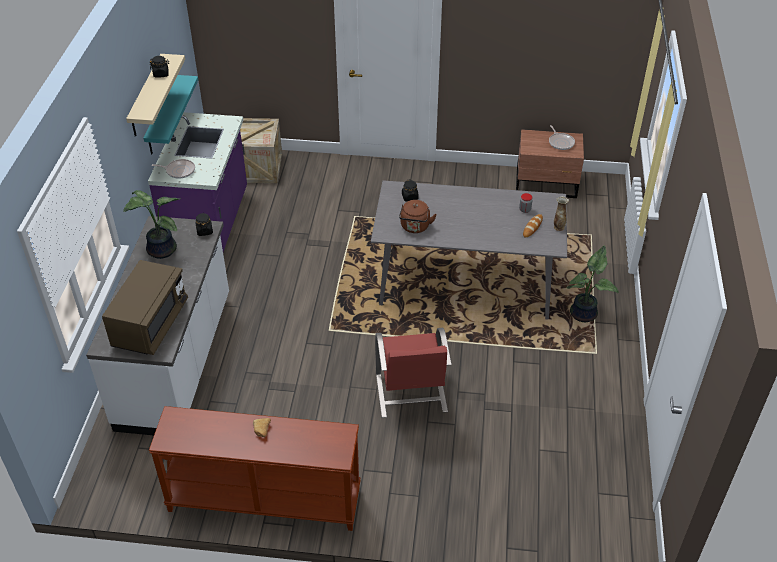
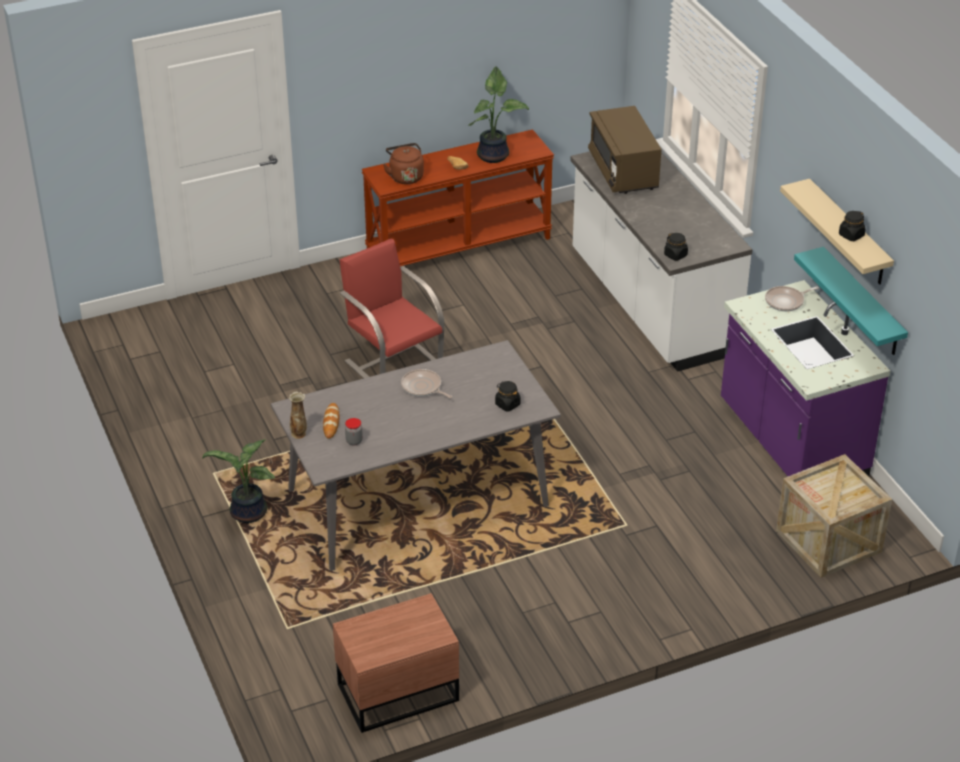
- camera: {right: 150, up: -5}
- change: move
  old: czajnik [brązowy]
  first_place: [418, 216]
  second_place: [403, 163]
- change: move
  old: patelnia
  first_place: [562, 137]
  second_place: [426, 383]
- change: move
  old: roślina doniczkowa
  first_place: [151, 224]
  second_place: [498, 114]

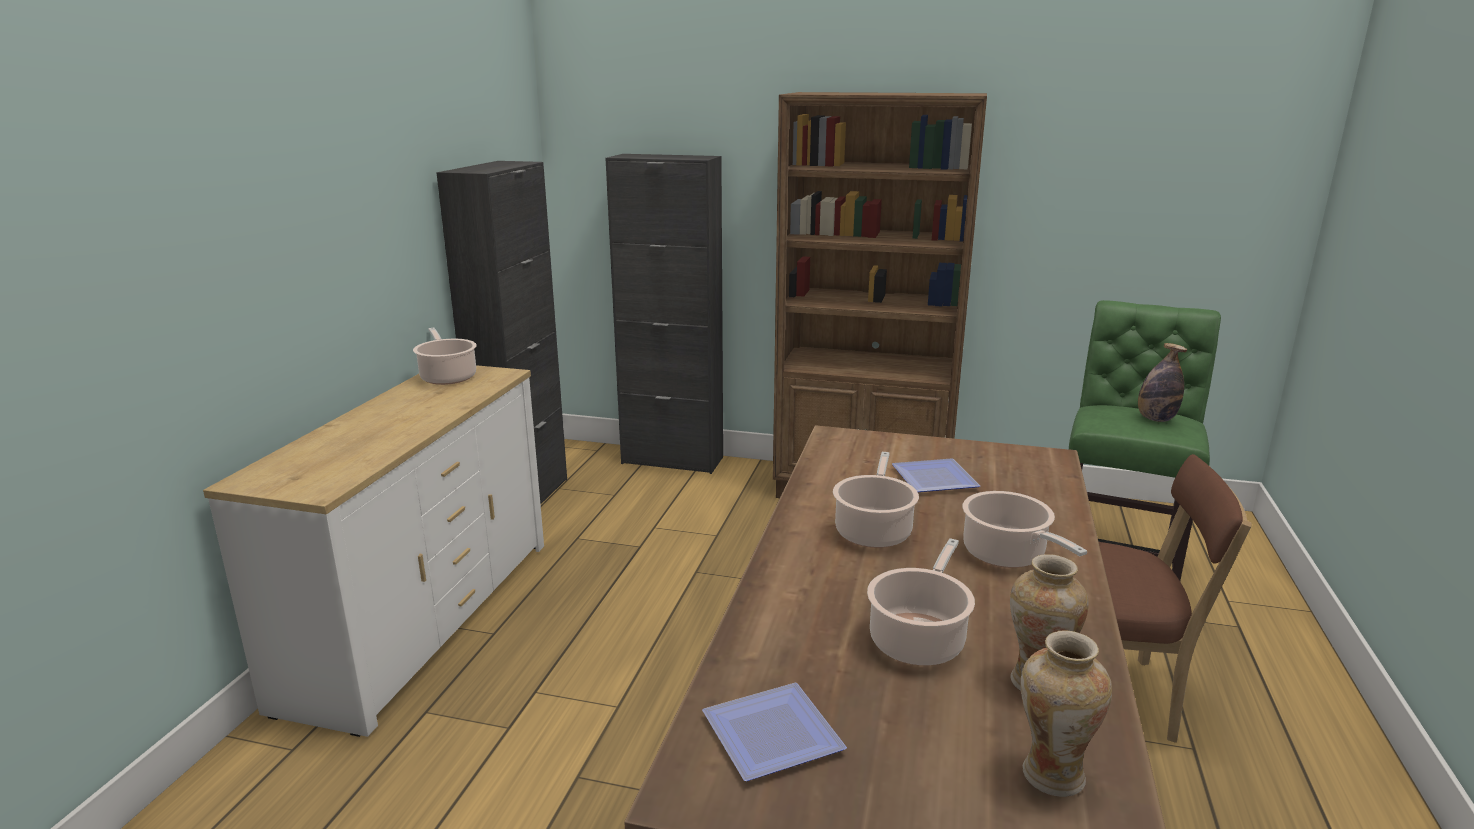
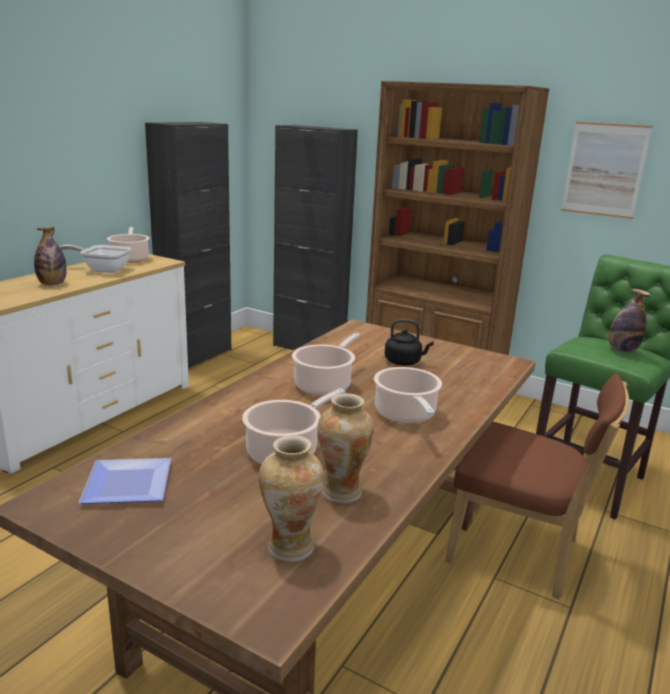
- camera: {right: 15, up: 0}
- change: insert
  new: butelka
  second_place: [50, 256]
- change: insert
  new: patelnia
  second_place: [95, 259]
- change: replace
  old: talerz
  new: czajnik [czarny]
  first_place: [936, 475]
  second_place: [409, 342]
- change: insert
  new: obraz
  second_place: [606, 170]

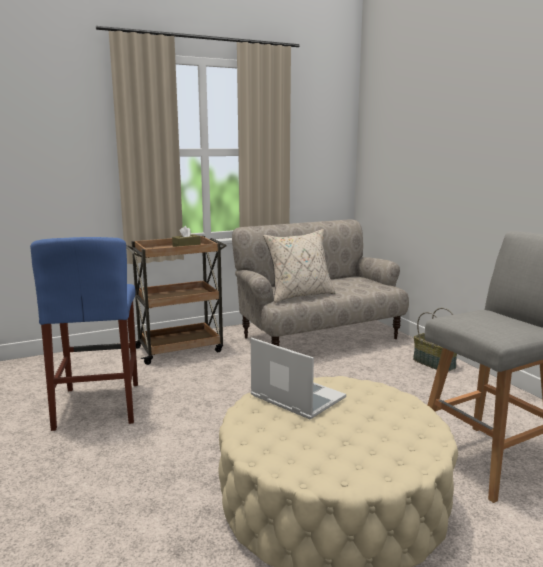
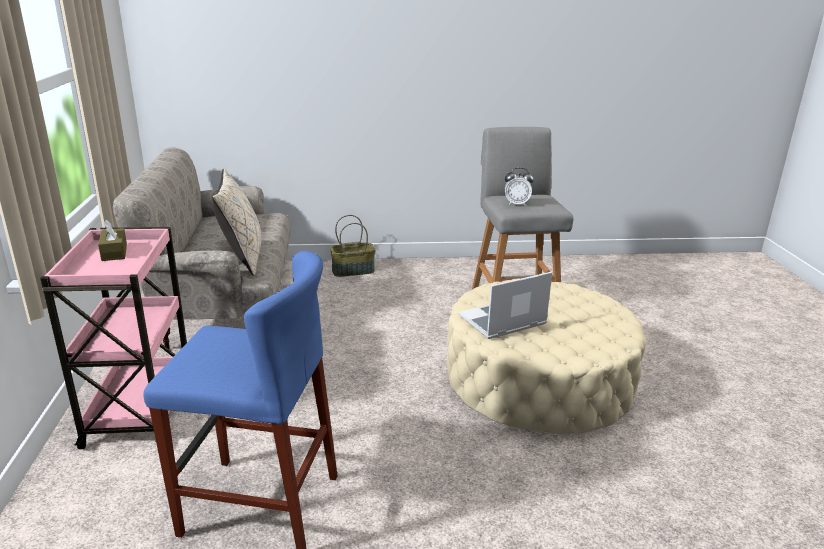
- camera: {right: -70, up: 10}
- change: recolor
  old: wózek [brązowy]
  new: wózek [różowy]
  first_place: [176, 300]
  second_place: [113, 338]
- change: insert
  new: budzik
  second_place: [519, 187]

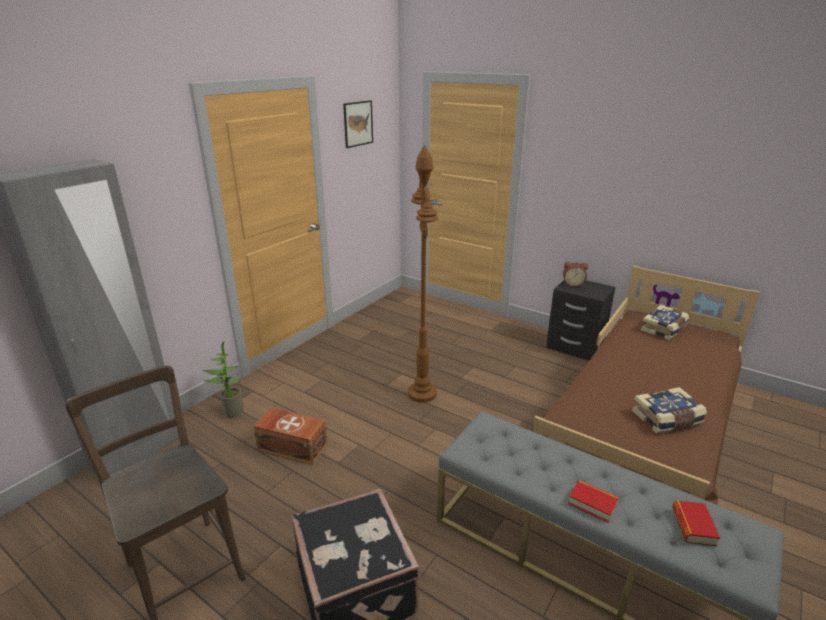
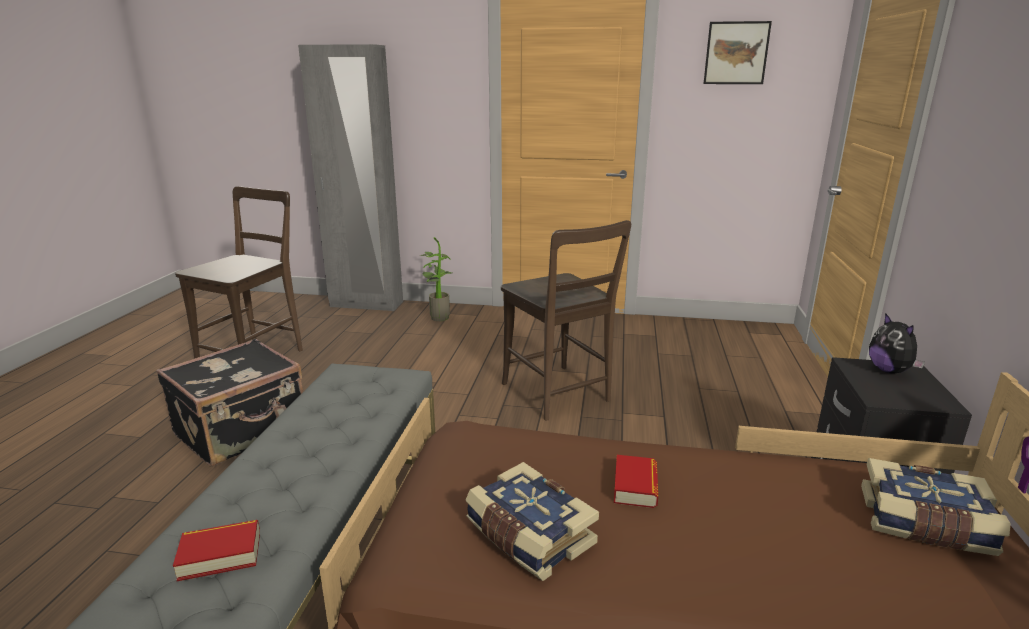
- camera: {right: 65, up: -5}
- change: replace
  old: lampa stojąca [brązowy]
  new: krzesło [brązowy]
  first_place: [423, 274]
  second_place: [566, 320]
- change: move
  old: książka
  first_place: [593, 501]
  second_place: [636, 481]
- change: replace
  old: budzik
  new: pluszak
  first_place: [575, 274]
  second_place: [897, 343]
- change: delete
  old: pojemnik do przechowywania [brązowy]
  first_place: [290, 436]

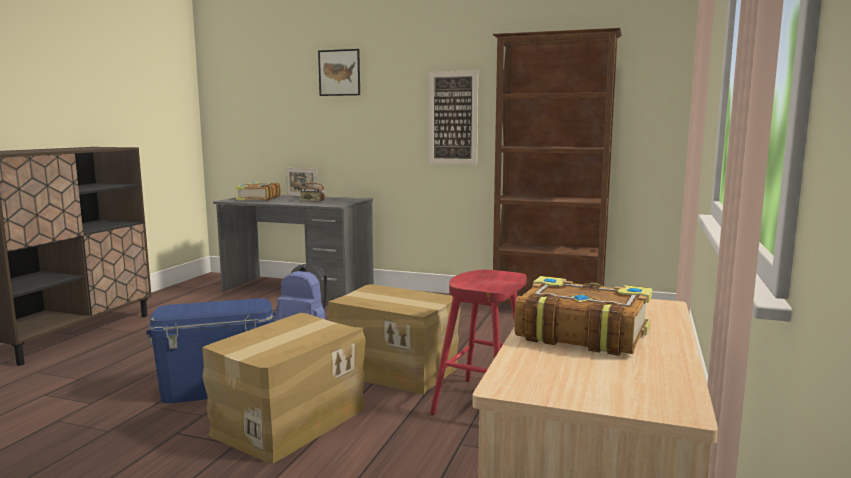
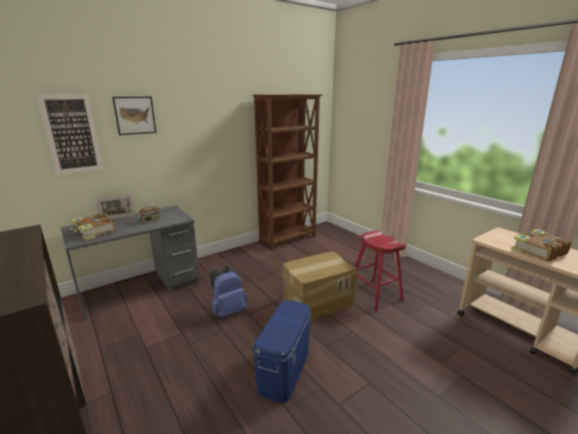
- camera: {right: -55, up: 10}
- change: move
  old: obraz
  first_place: [453, 117]
  second_place: [69, 134]
- change: delete
  old: karton
  first_place: [283, 388]

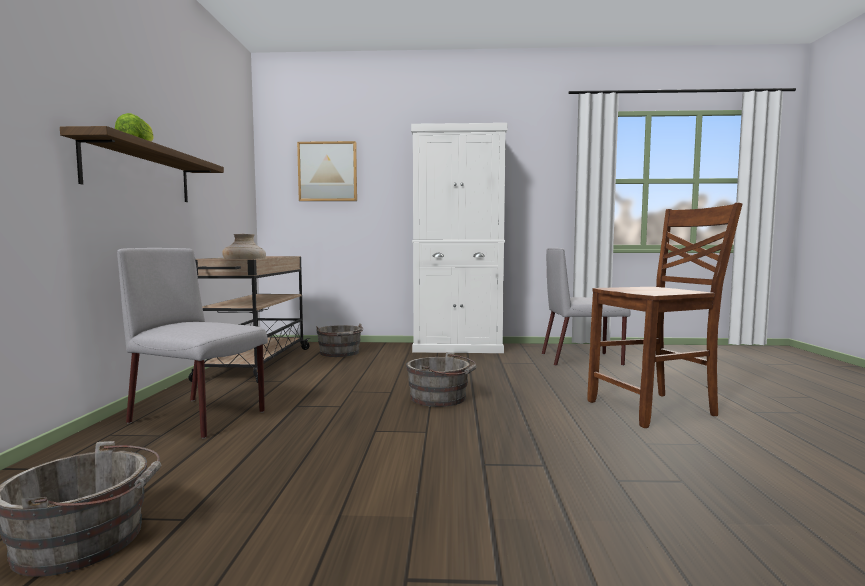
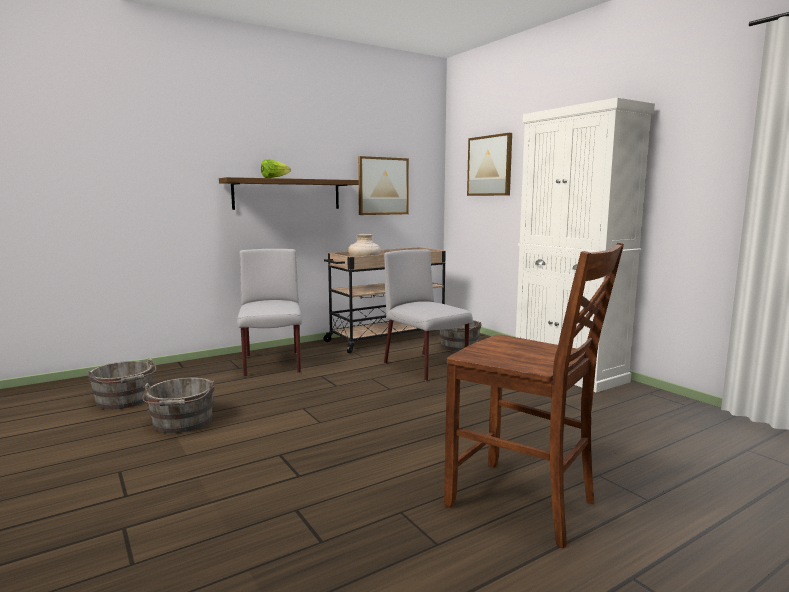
- camera: {right: 55, up: 5}
- change: move
  old: wiadro [szary]
  first_place: [441, 379]
  second_place: [178, 405]
- change: insert
  new: obraz
  second_place: [383, 185]
- change: move
  old: krzesło [szary]
  first_place: [586, 307]
  second_place: [428, 315]

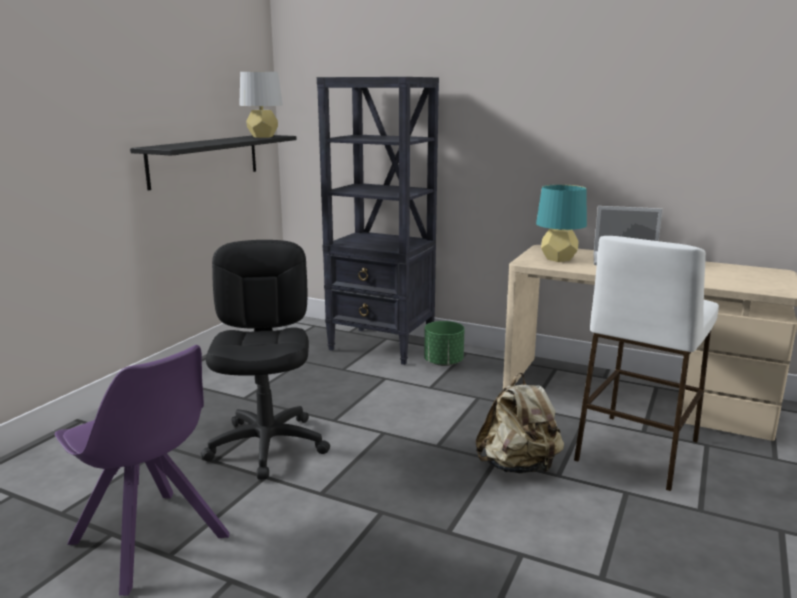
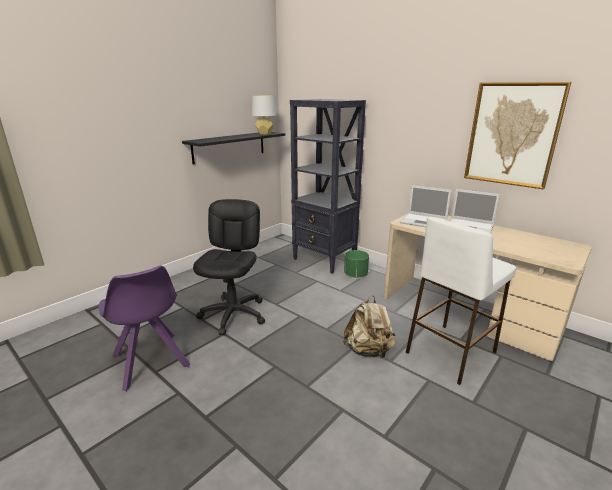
- camera: {right: 15, up: 5}
- change: replace
  old: lampa stołowa [turkusowy]
  new: laptop
  first_place: [561, 223]
  second_place: [426, 206]
- change: insert
  new: obraz
  second_place: [517, 135]

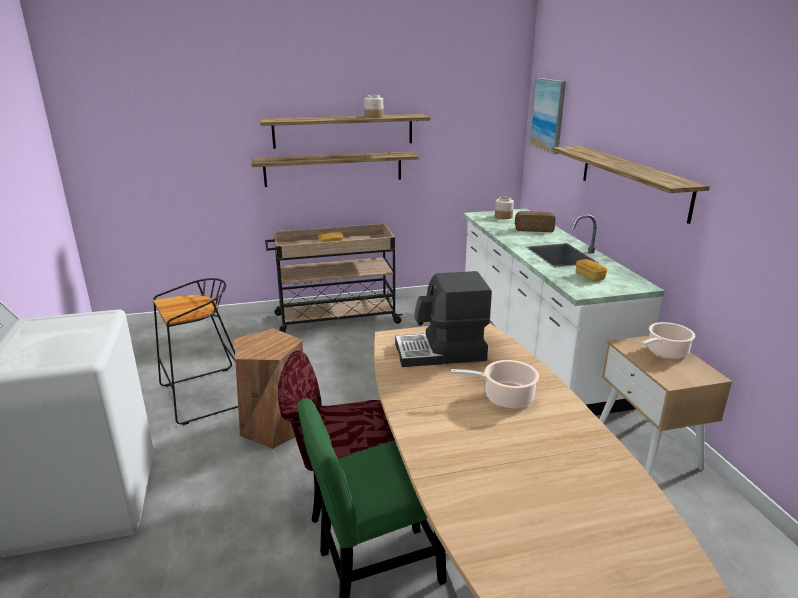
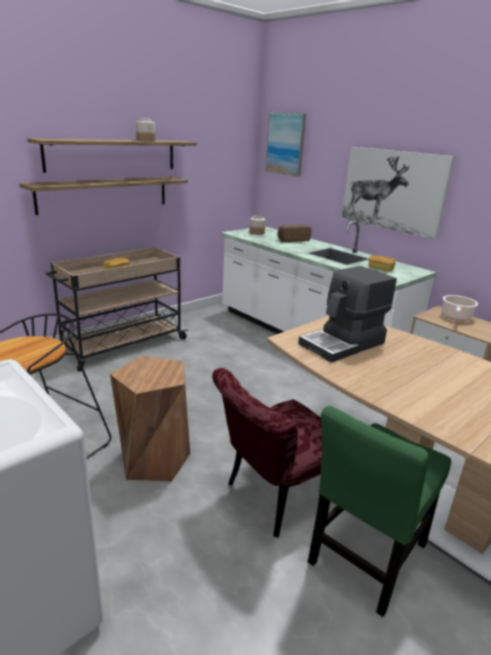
- camera: {right: -30, up: 0}
- change: replace
  old: półka
  new: obraz
  first_place: [631, 185]
  second_place: [398, 193]
- change: delete
  old: garnek
  first_place: [495, 384]

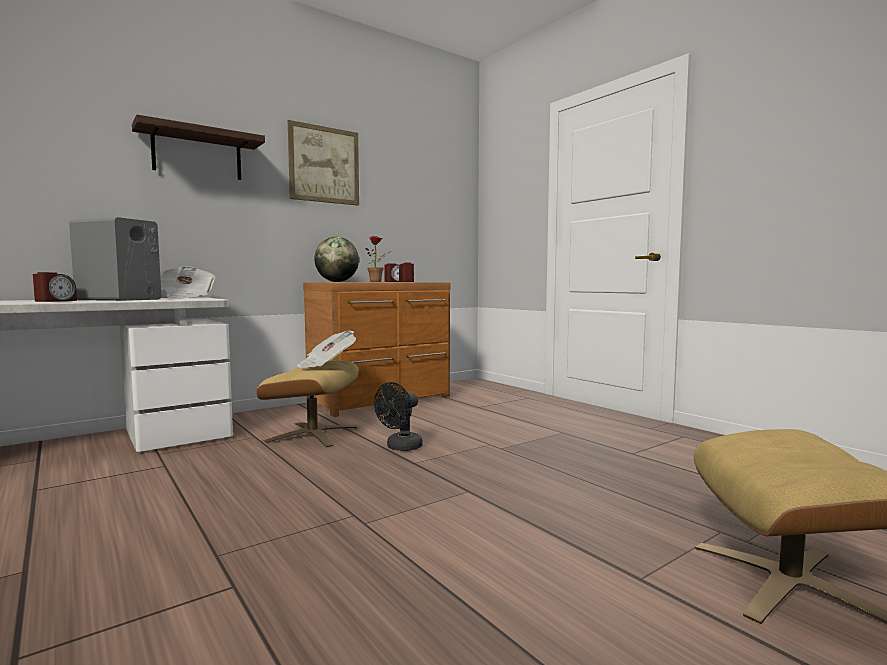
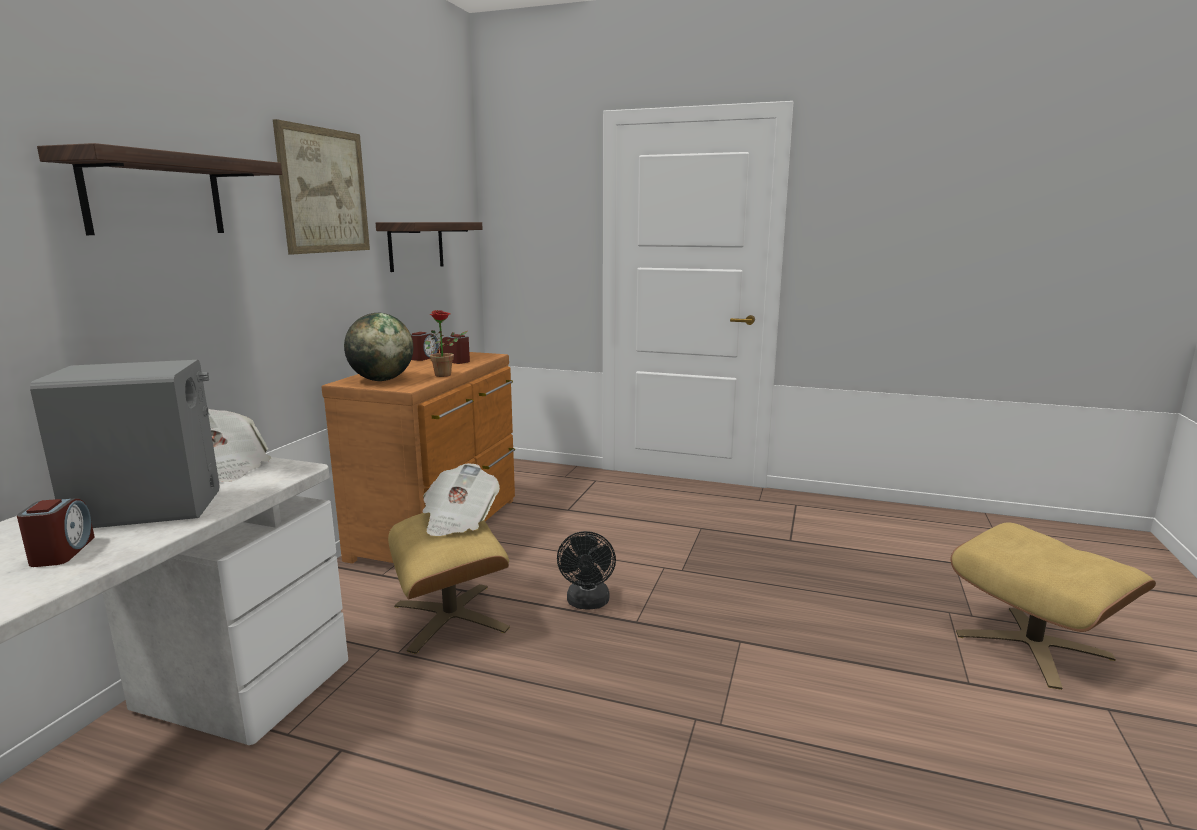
- camera: {right: -35, up: 10}
- change: insert
  new: półka
  second_place: [429, 247]

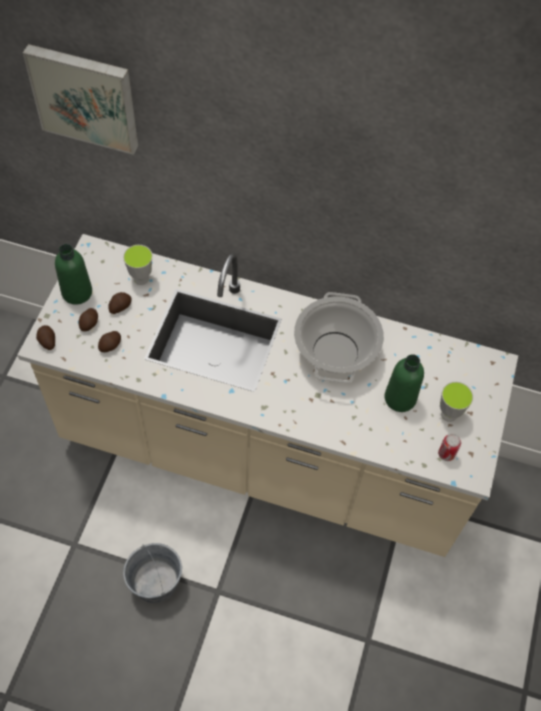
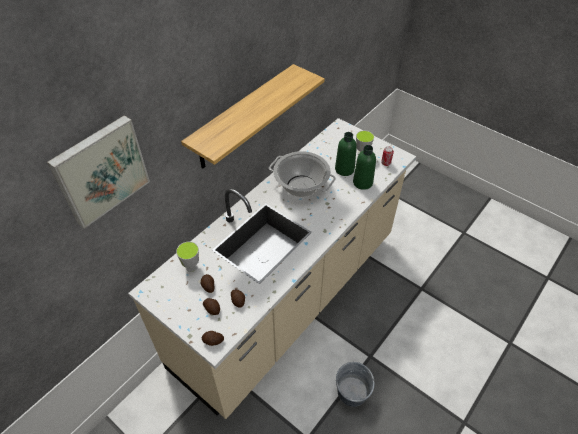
- camera: {right: -65, up: -10}
- change: insert
  new: półka
  second_place: [253, 116]
- change: move
  old: butelka [zielony]
  first_place: [73, 274]
  second_place: [364, 167]

